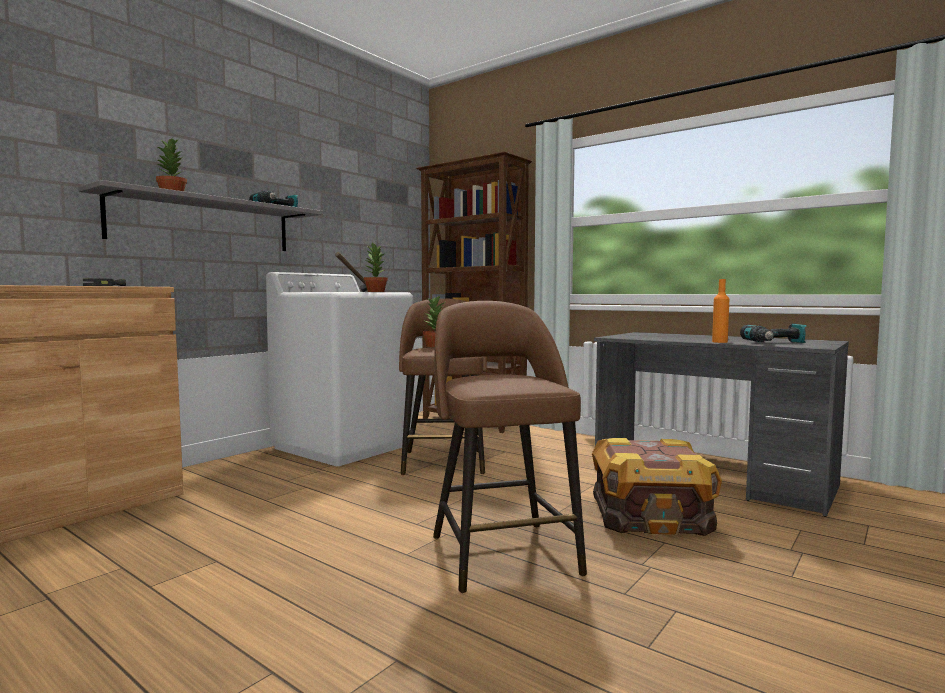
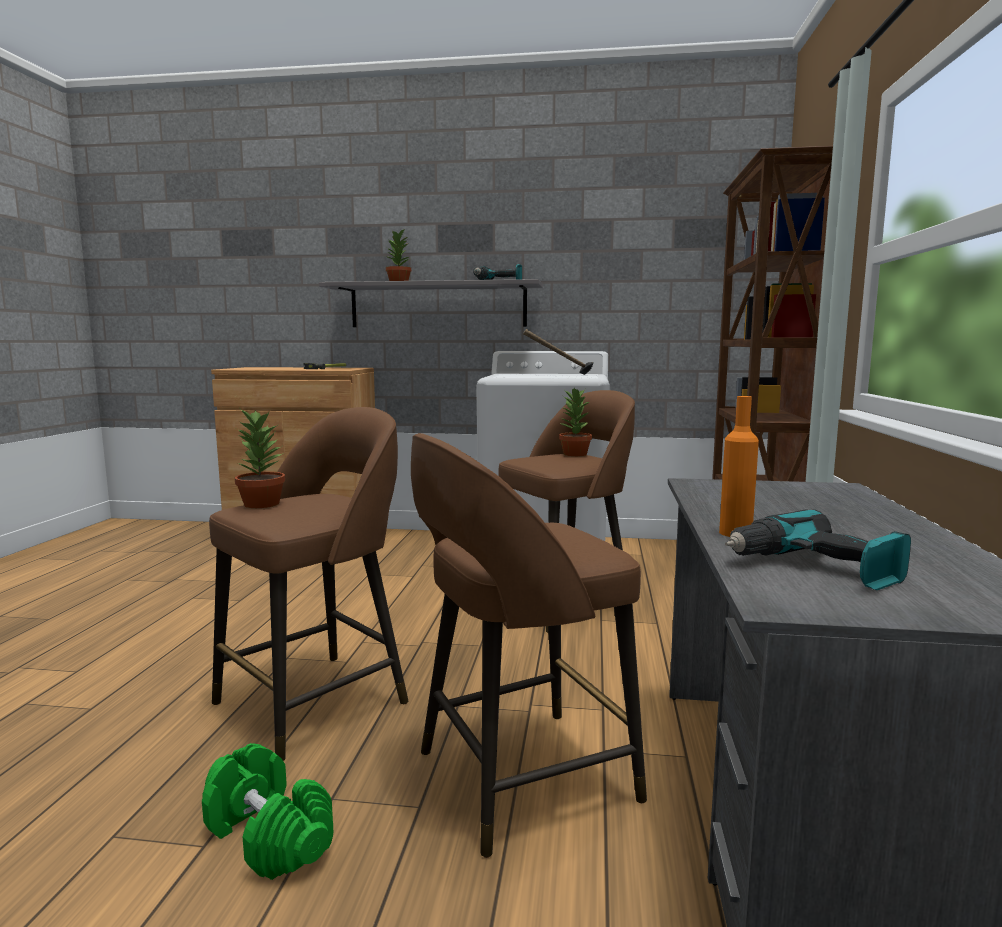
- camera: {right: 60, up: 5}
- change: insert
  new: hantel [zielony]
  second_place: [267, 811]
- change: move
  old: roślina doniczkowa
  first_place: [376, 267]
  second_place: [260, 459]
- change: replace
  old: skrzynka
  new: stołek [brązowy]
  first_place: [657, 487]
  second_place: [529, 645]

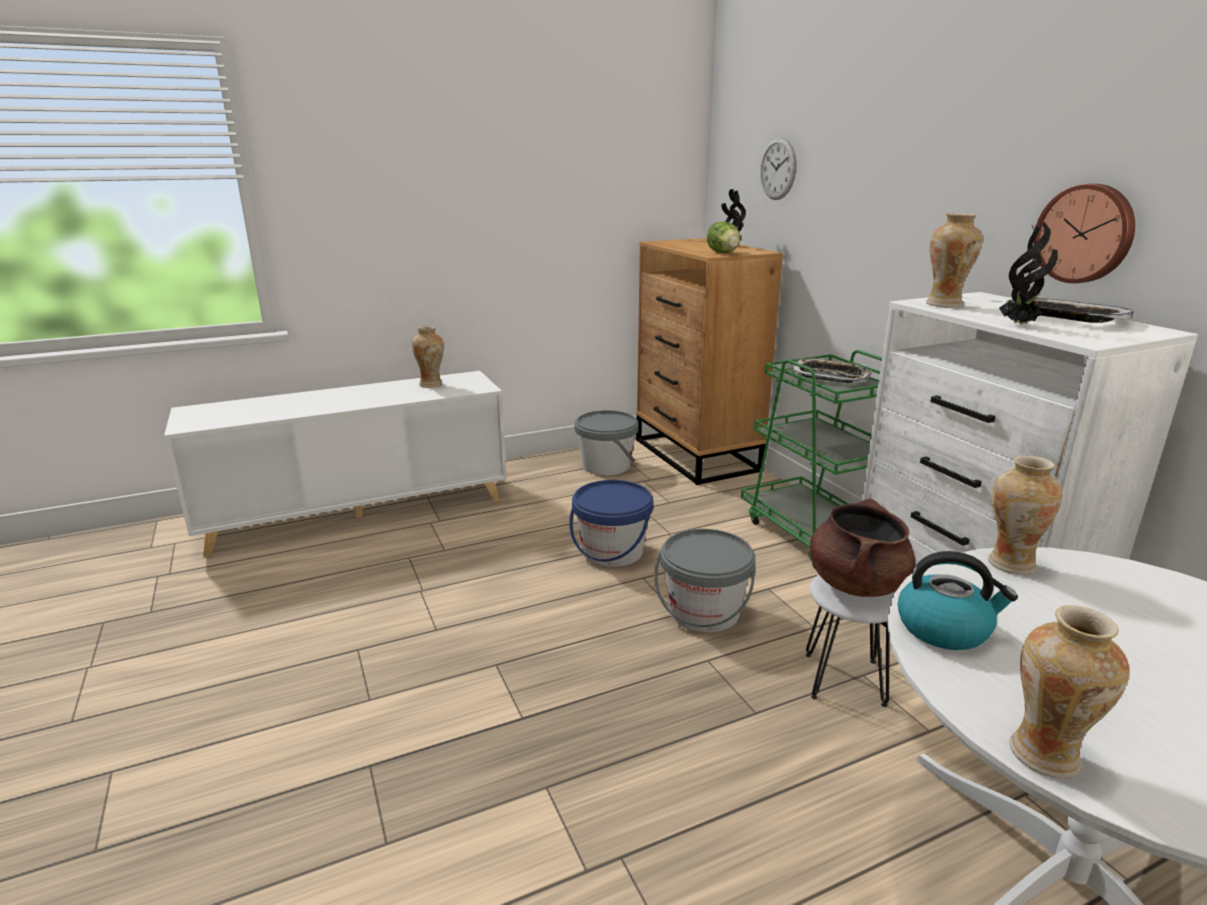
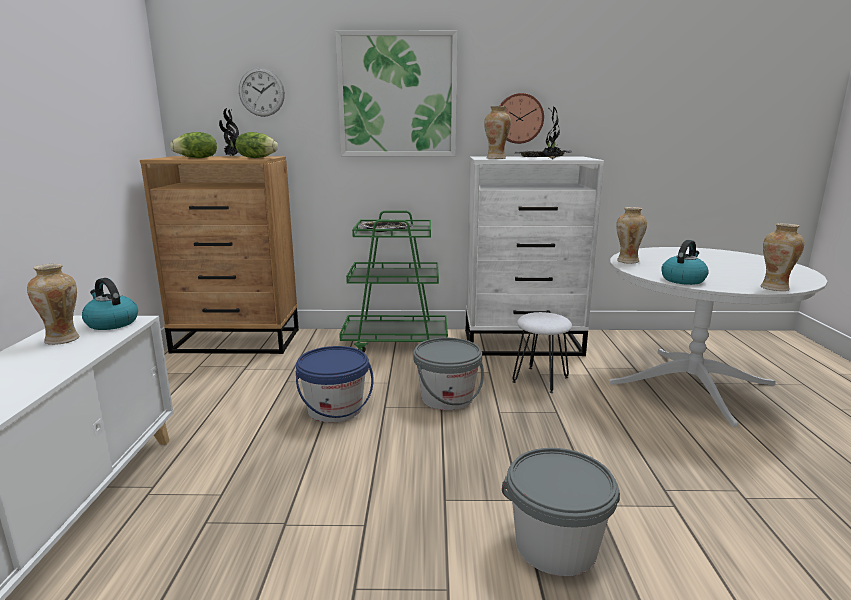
- camera: {right: -65, up: -5}
- change: insert
  new: czajnik
  second_place: [110, 304]
- change: insert
  new: sałata
  second_place: [193, 145]
- change: insert
  new: obraz
  second_place: [396, 93]
- change: move
  old: wiadro [szary]
  first_place: [607, 443]
  second_place: [561, 512]
- change: delete
  old: garnek [brązowy]
  first_place: [862, 548]

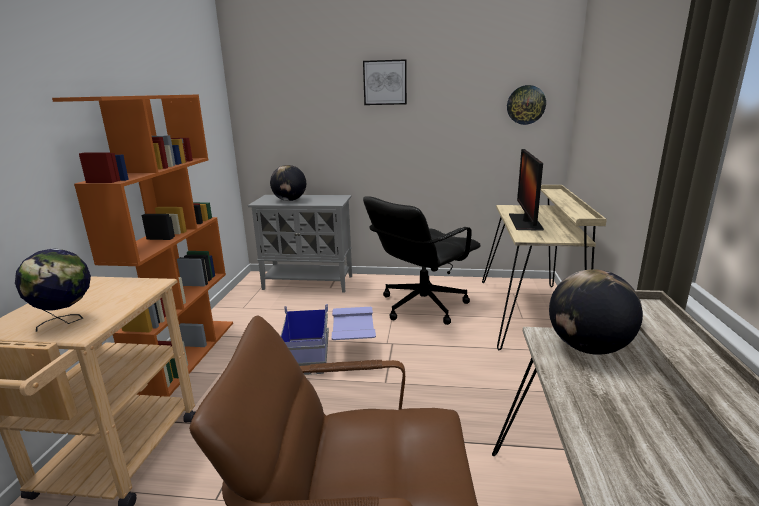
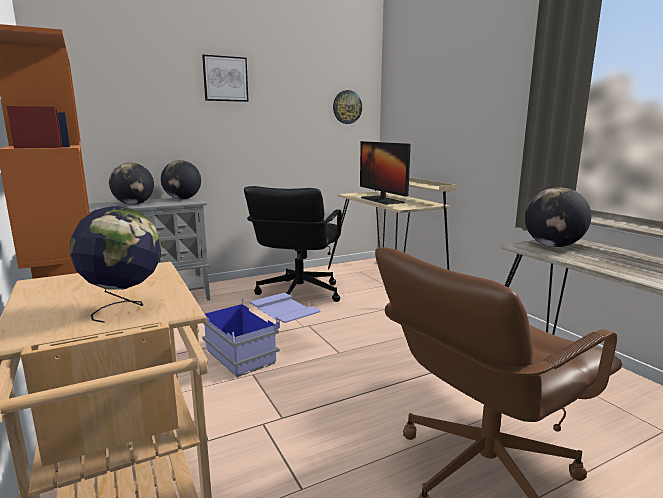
- camera: {right: -35, up: -5}
- change: insert
  new: globus
  second_place: [181, 179]

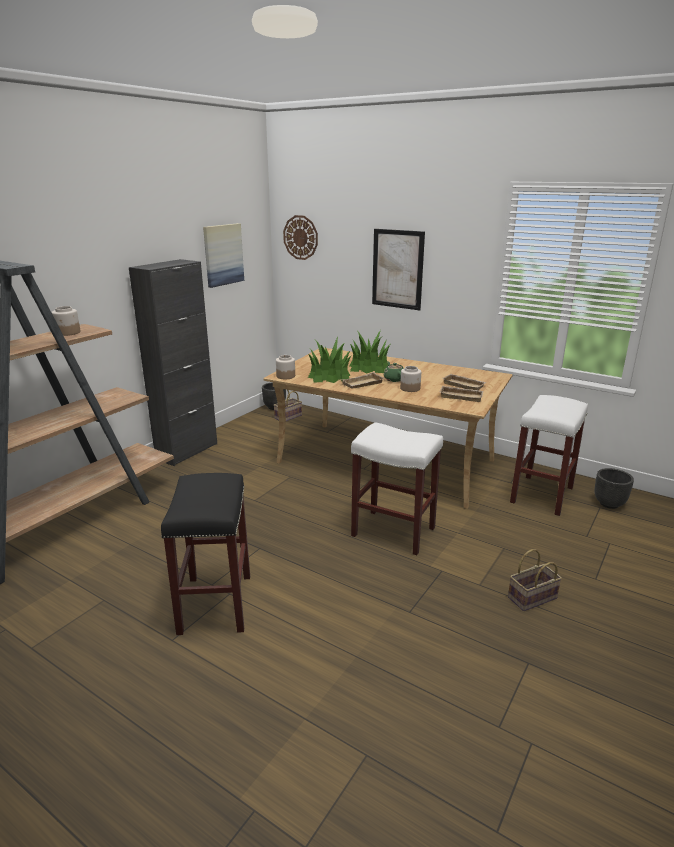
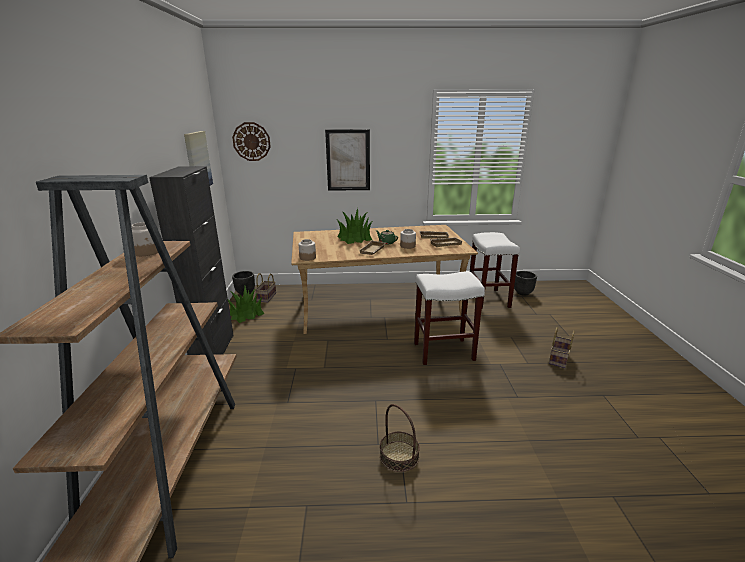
- camera: {right: -35, up: 0}
- change: move
  old: roślina doniczkowa
  first_place: [329, 360]
  second_place: [246, 304]
- change: replace
  old: stołek [czarny]
  new: koszyk
  first_place: [205, 554]
  second_place: [400, 438]

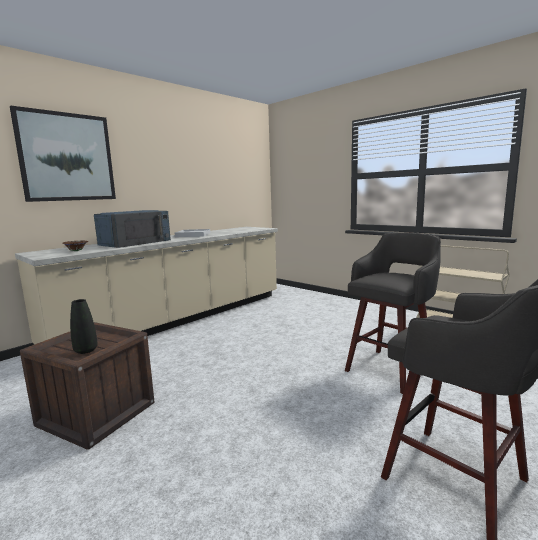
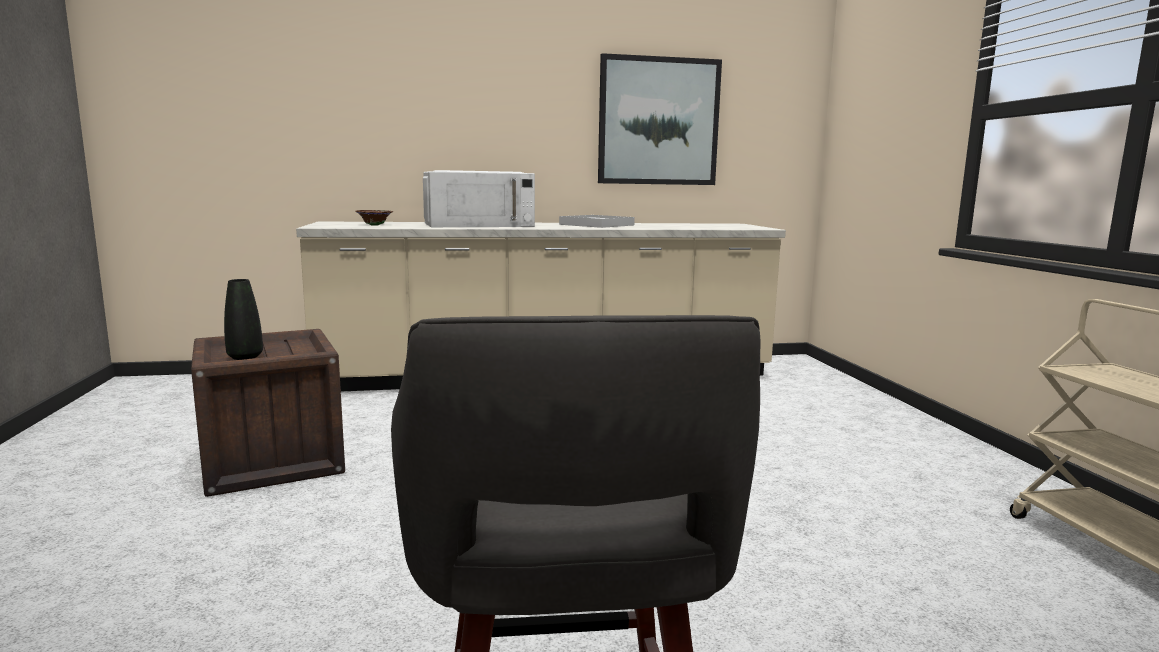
- camera: {right: 35, up: 0}
- change: recolor
  old: mikrofalówka [niebieski]
  new: mikrofalówka [biały]
  first_place: [132, 229]
  second_place: [479, 198]
- change: move
  old: obraz
  first_place: [63, 154]
  second_place: [660, 119]
- change: delete
  old: stołek [szary]
  first_place: [393, 313]

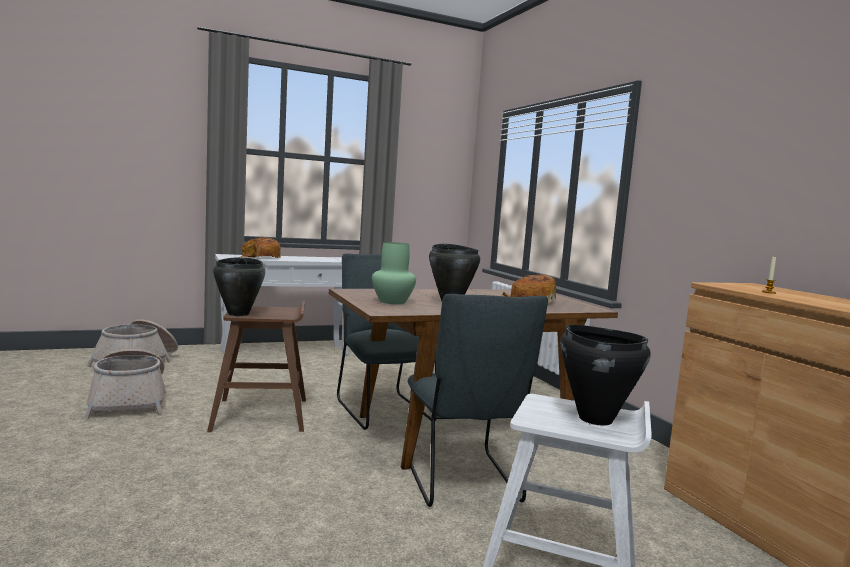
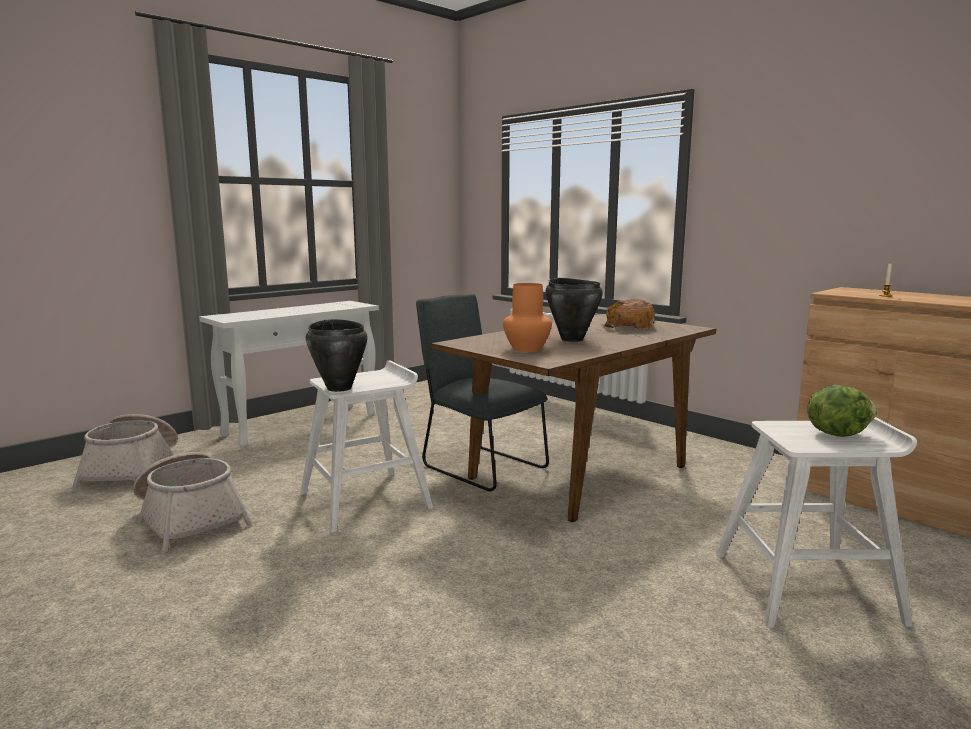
- camera: {right: -20, up: 5}
- change: recolor
  old: stołek [brązowy]
  new: stołek [biały]
  first_place: [256, 366]
  second_place: [366, 447]
- change: recolor
  old: wazon [zielony]
  new: wazon [pomarańczowy]
  first_place: [394, 273]
  second_place: [527, 317]
- change: replace
  old: garnek [czarny]
  new: sałata
  first_place: [605, 375]
  second_place: [842, 411]
- change: delete
  old: chleb
  first_place: [260, 247]
- change: delete
  old: krzesło [szary]
  first_place: [478, 400]

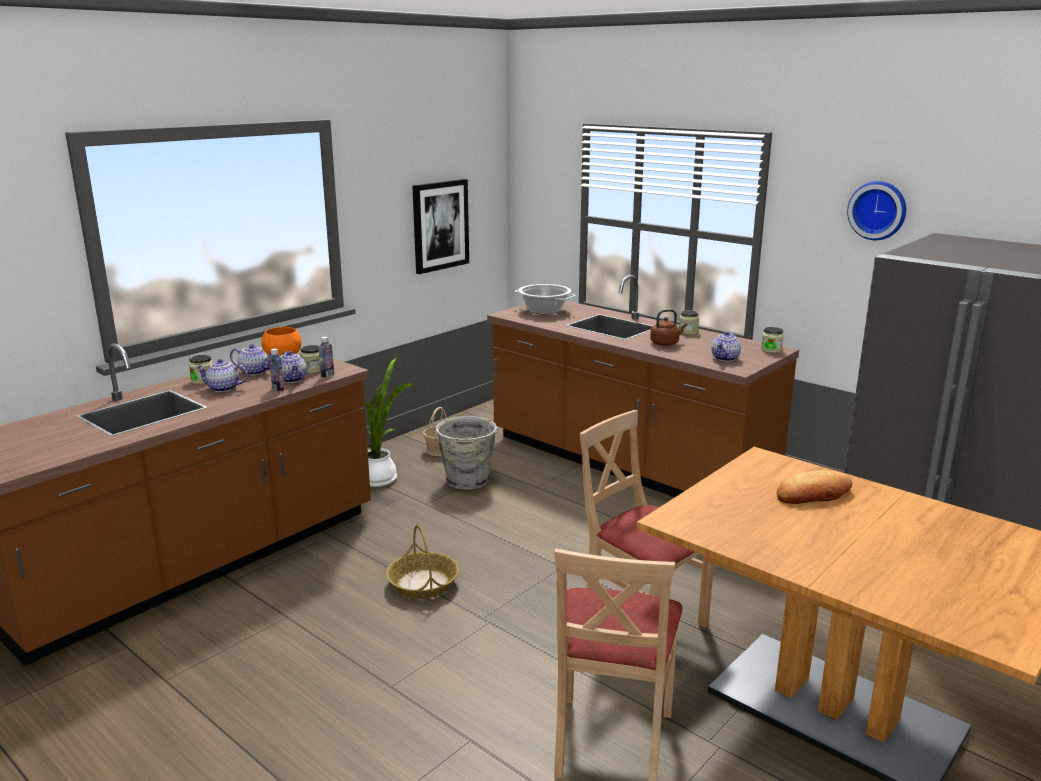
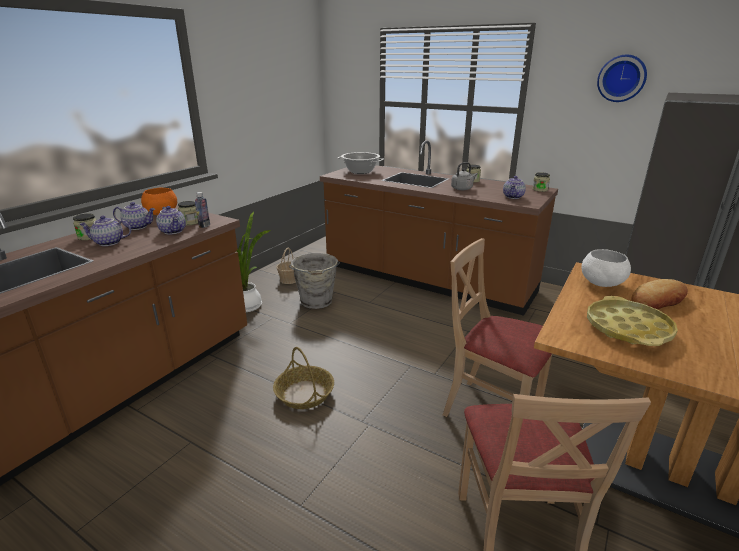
- camera: {right: -10, up: 5}
- change: recolor
  old: czajnik [brązowy]
  new: czajnik [szary]
  first_place: [668, 327]
  second_place: [464, 176]
- change: insert
  new: miska [biały]
  second_place: [606, 268]
- change: insert
  new: taca [żółty]
  second_place: [632, 321]
- change: delete
  old: butelka
  first_place: [276, 370]
- change: delete
  old: obraz
  first_place: [440, 226]

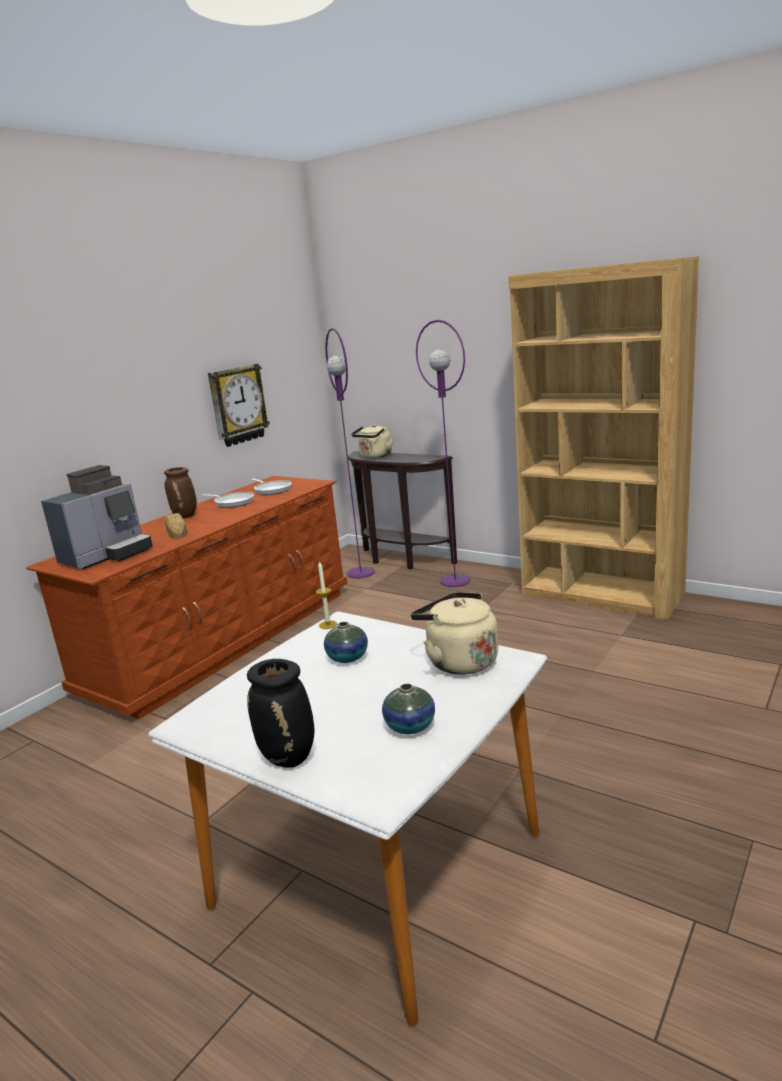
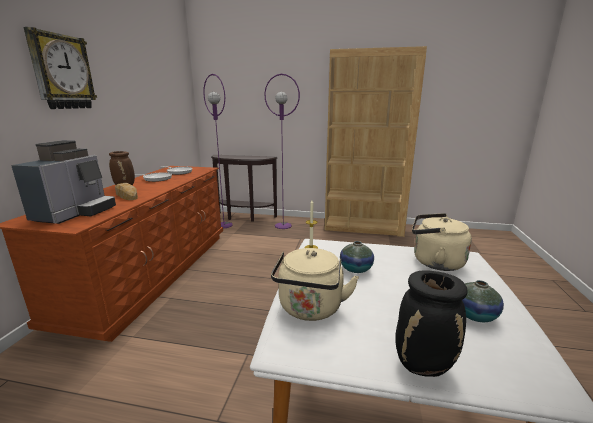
- camera: {right: -25, up: 0}
- change: move
  old: zegar ścienny
  first_place: [239, 405]
  second_place: [60, 68]
- change: move
  old: czajnik [beżowy]
  first_place: [372, 442]
  second_place: [315, 284]

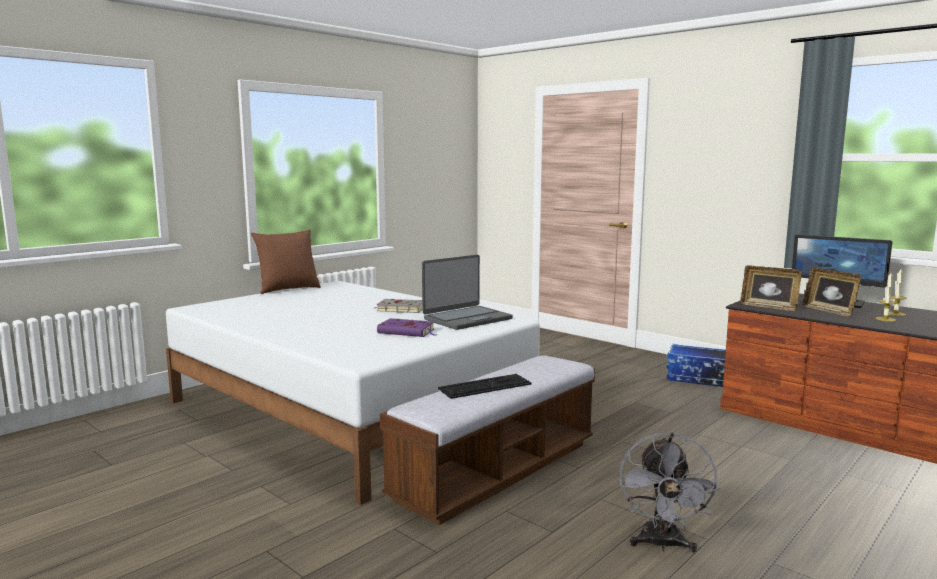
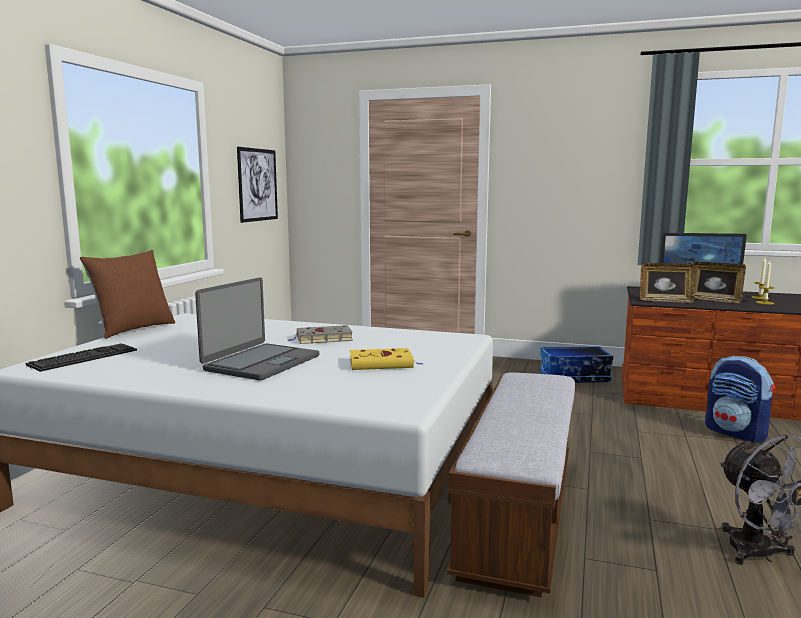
- camera: {right: -25, up: 0}
- change: move
  old: klawiatura
  first_place: [485, 386]
  second_place: [81, 357]
- change: move
  old: laptop
  first_place: [467, 292]
  second_place: [257, 329]
- change: insert
  new: obraz
  second_place: [257, 185]
- change: recolor
  old: książka [fioletowy]
  new: książka [żółty]
  first_place: [407, 327]
  second_place: [386, 359]
- change: insert
  new: plecak
  second_place: [740, 399]

